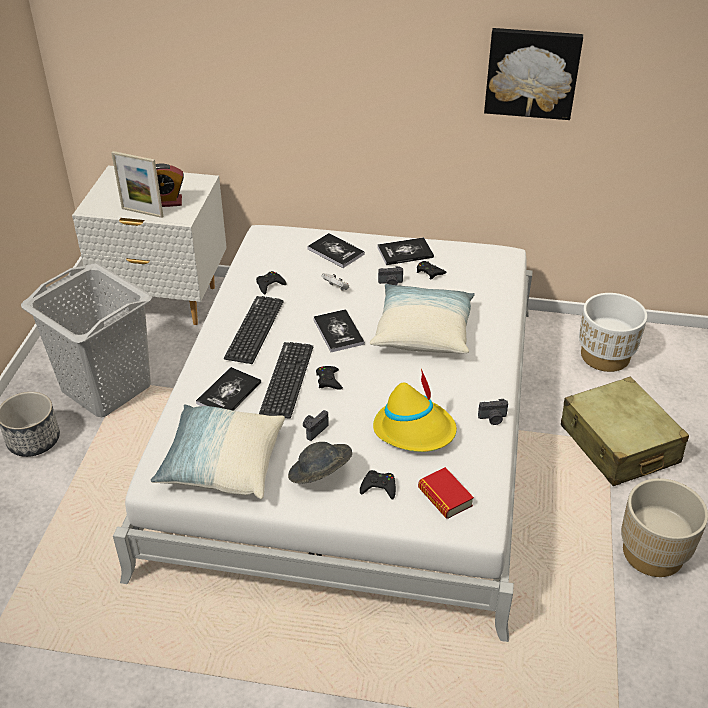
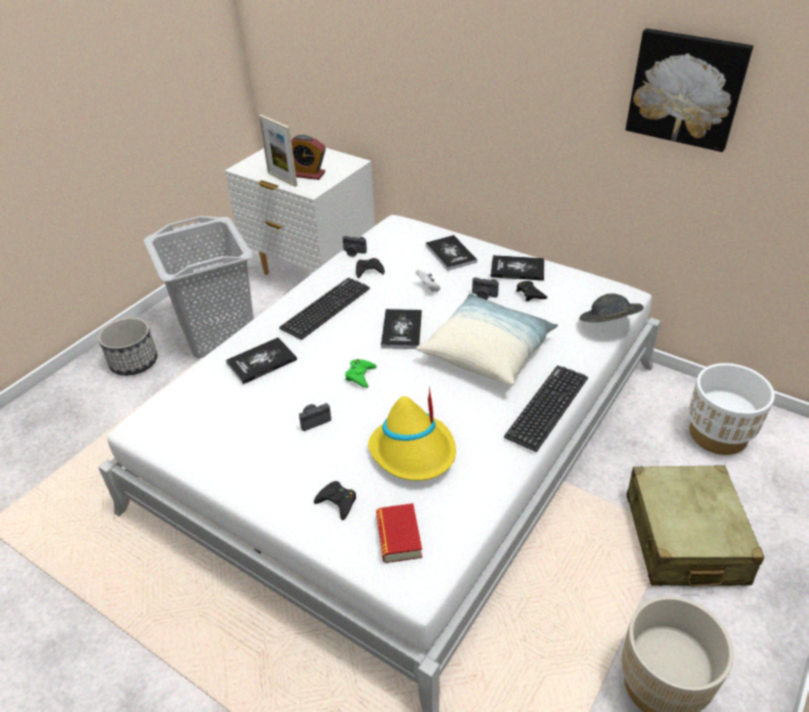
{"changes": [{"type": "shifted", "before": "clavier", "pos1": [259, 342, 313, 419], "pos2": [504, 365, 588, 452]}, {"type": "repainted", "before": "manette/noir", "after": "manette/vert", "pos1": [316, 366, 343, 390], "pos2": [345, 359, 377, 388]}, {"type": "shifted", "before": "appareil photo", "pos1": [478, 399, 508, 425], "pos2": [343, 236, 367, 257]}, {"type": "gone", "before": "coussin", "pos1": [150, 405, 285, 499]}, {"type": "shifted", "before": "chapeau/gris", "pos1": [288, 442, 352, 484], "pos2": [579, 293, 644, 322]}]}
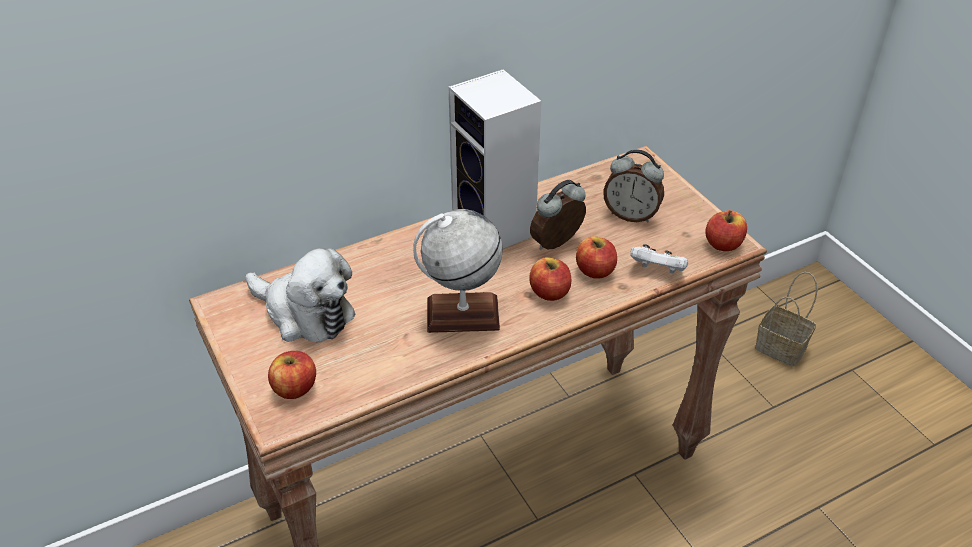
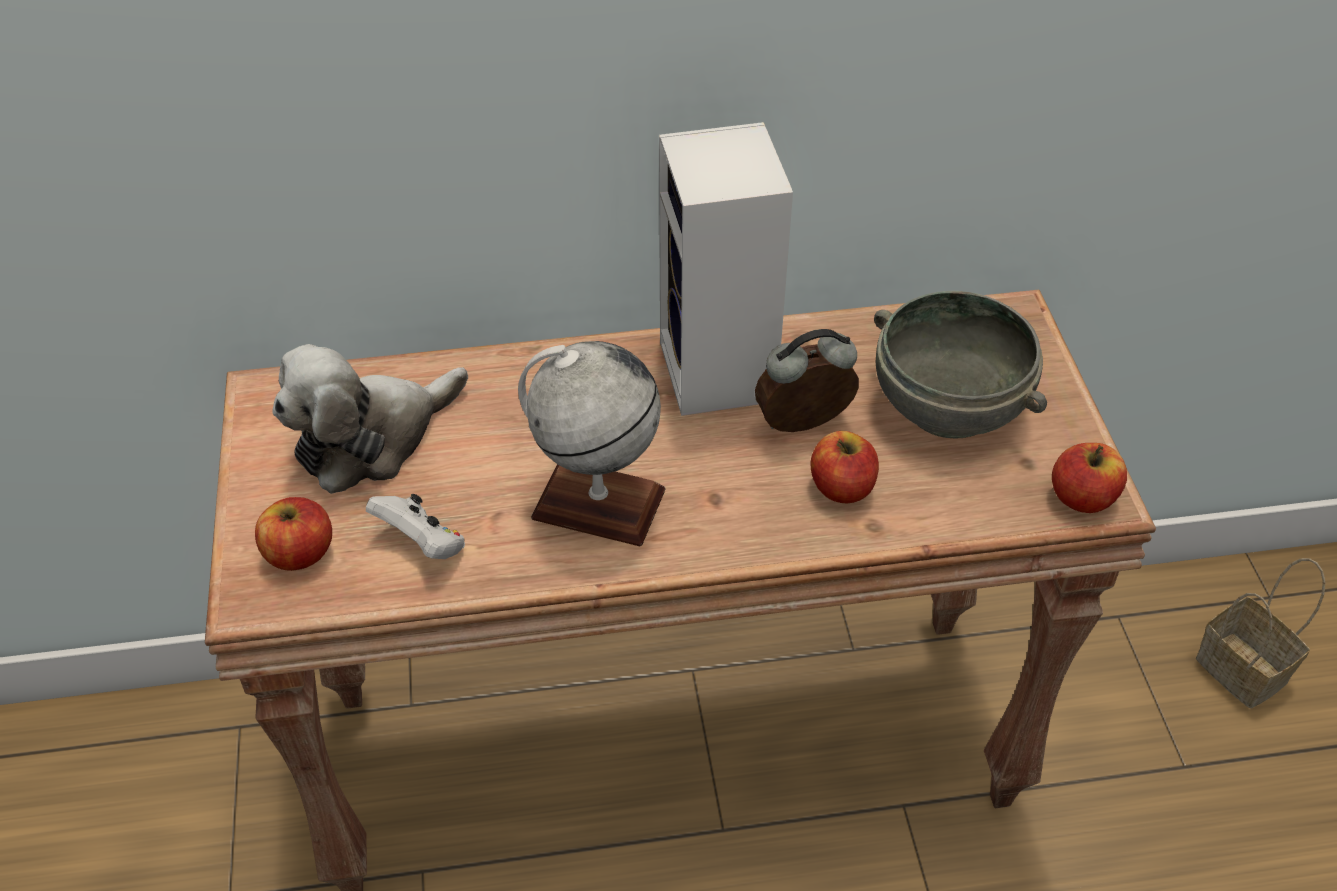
{"changes": [{"type": "swapped", "before": "réveil", "after": "bol/gris", "pos1": [603, 149, 664, 223], "pos2": [874, 291, 1047, 438]}, {"type": "shifted", "before": "manette/blanc", "pos1": [630, 244, 688, 274], "pos2": [366, 494, 465, 559]}, {"type": "rotated", "before": "peluche", "pos1": [246, 248, 356, 342], "pos2": [272, 344, 468, 494], "turn": 90}, {"type": "gone", "before": "pomme", "pos1": [529, 257, 572, 301]}]}
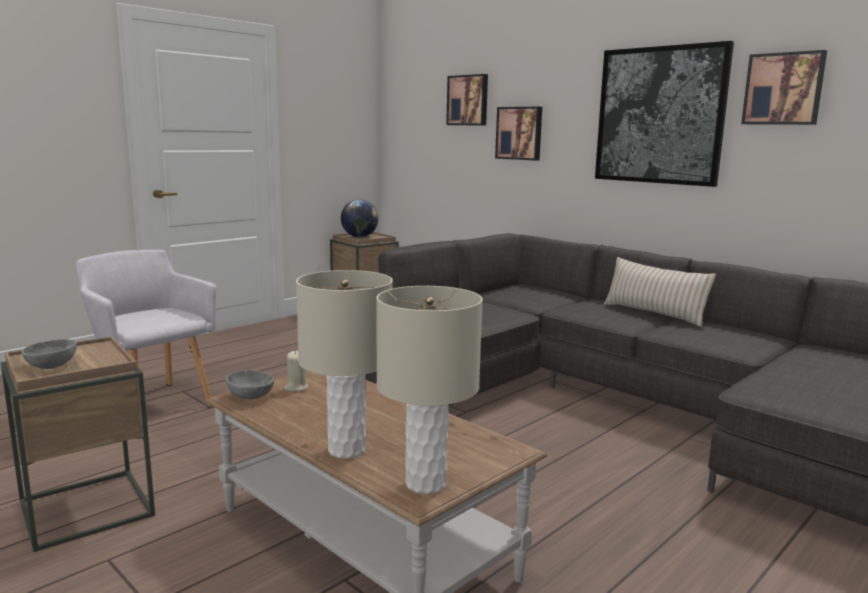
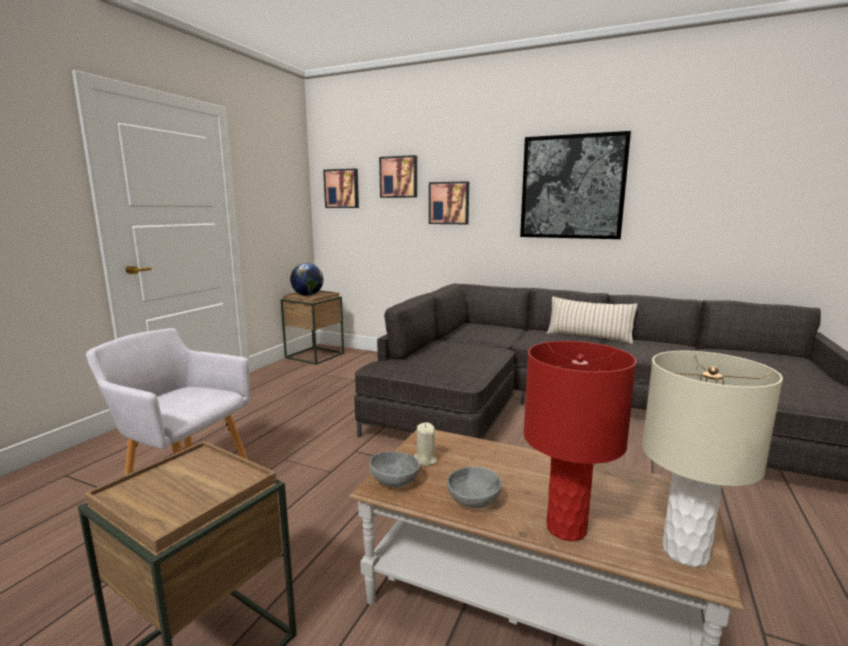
{"changes": [{"type": "shifted", "before": "tableau", "pos1": [741, 50, 827, 125], "pos2": [323, 169, 359, 208]}, {"type": "repainted", "before": "lampe de table/beige", "after": "lampe de table/rouge", "pos1": [296, 270, 393, 459], "pos2": [523, 341, 637, 541]}, {"type": "shifted", "before": "bol/gris", "pos1": [22, 339, 77, 369], "pos2": [447, 467, 501, 508]}]}
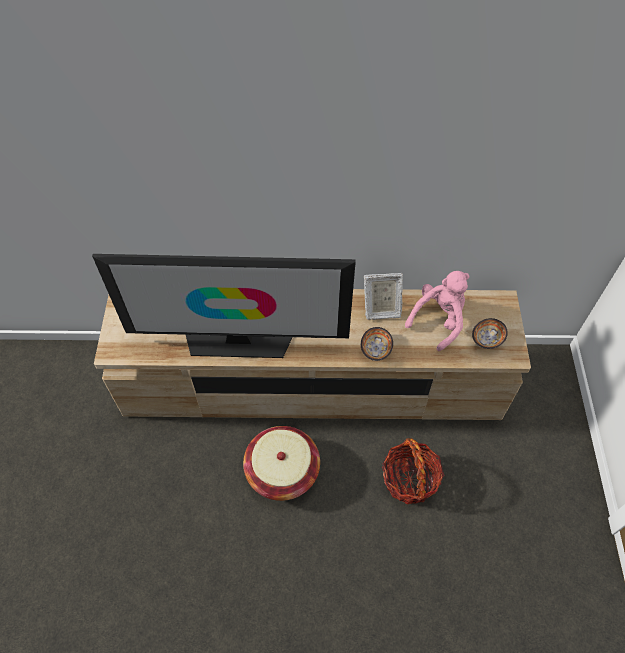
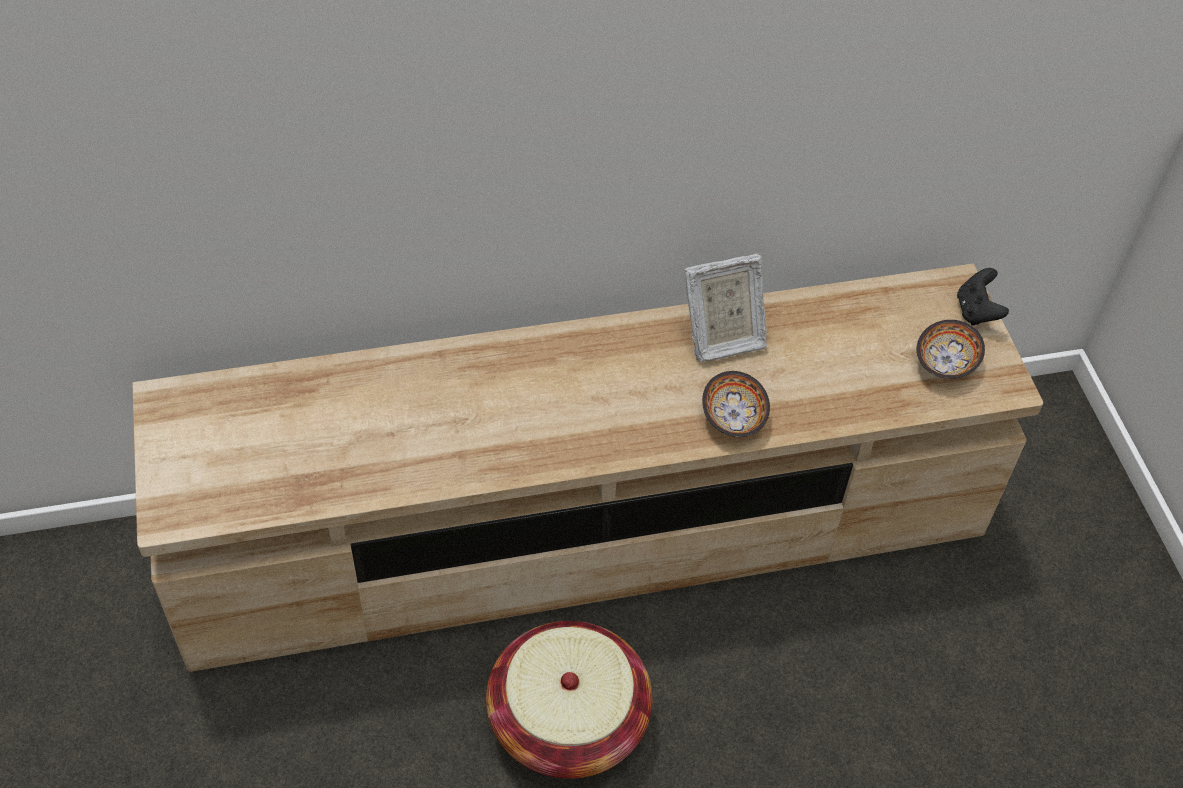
{"changes": [{"type": "gone", "before": "téléviseur", "pos1": [92, 254, 356, 358]}, {"type": "gone", "before": "peluche/rose", "pos1": [405, 271, 469, 351]}, {"type": "gone", "before": "panier", "pos1": [382, 438, 444, 504]}, {"type": "new", "after": "manette/noir", "pos2": [957, 268, 1009, 326]}]}
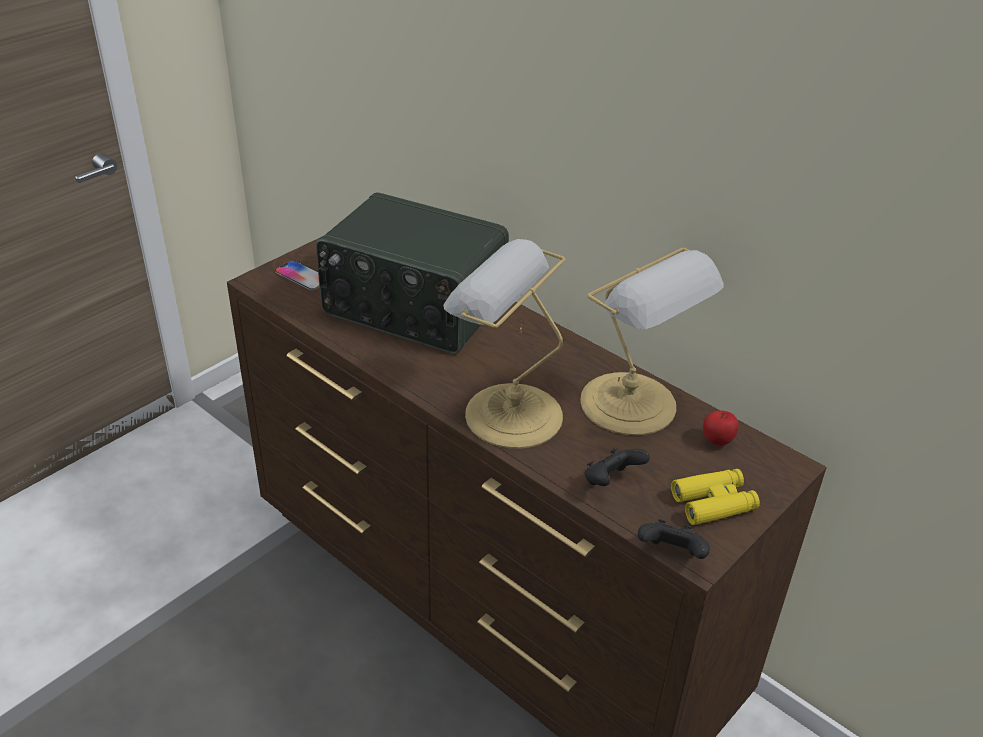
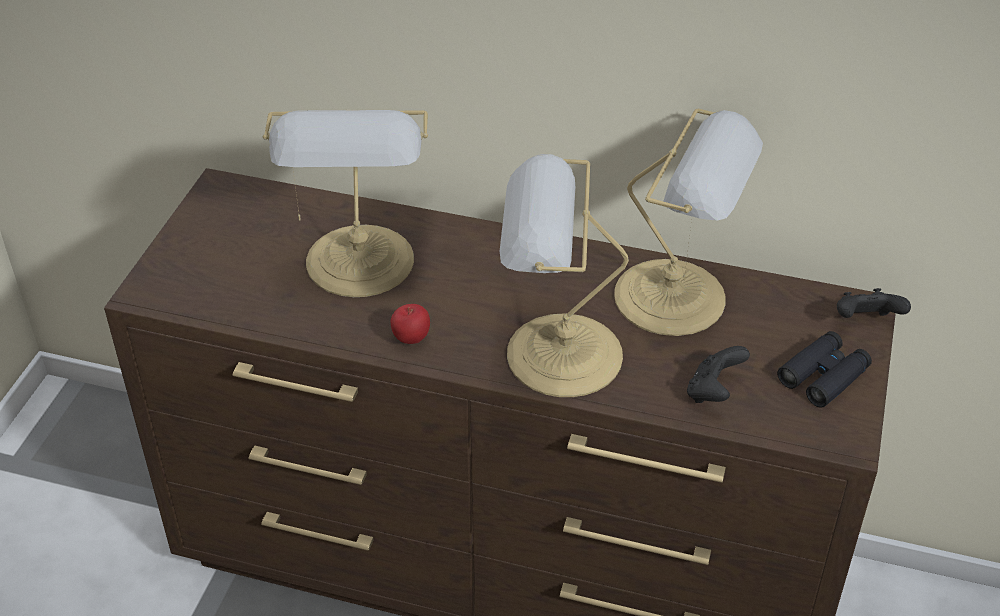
{"changes": [{"type": "swapped", "before": "radio", "after": "lampe de table", "pos1": [316, 192, 509, 354], "pos2": [263, 110, 428, 297]}, {"type": "gone", "before": "téléphone", "pos1": [275, 260, 320, 290]}, {"type": "shifted", "before": "pomme", "pos1": [703, 411, 739, 446], "pos2": [390, 304, 430, 344]}, {"type": "repainted", "before": "jumelles/jaune", "after": "jumelles/noir", "pos1": [671, 469, 760, 525], "pos2": [777, 331, 872, 408]}, {"type": "shifted", "before": "manette/noir", "pos1": [638, 519, 710, 559], "pos2": [837, 288, 911, 318]}]}
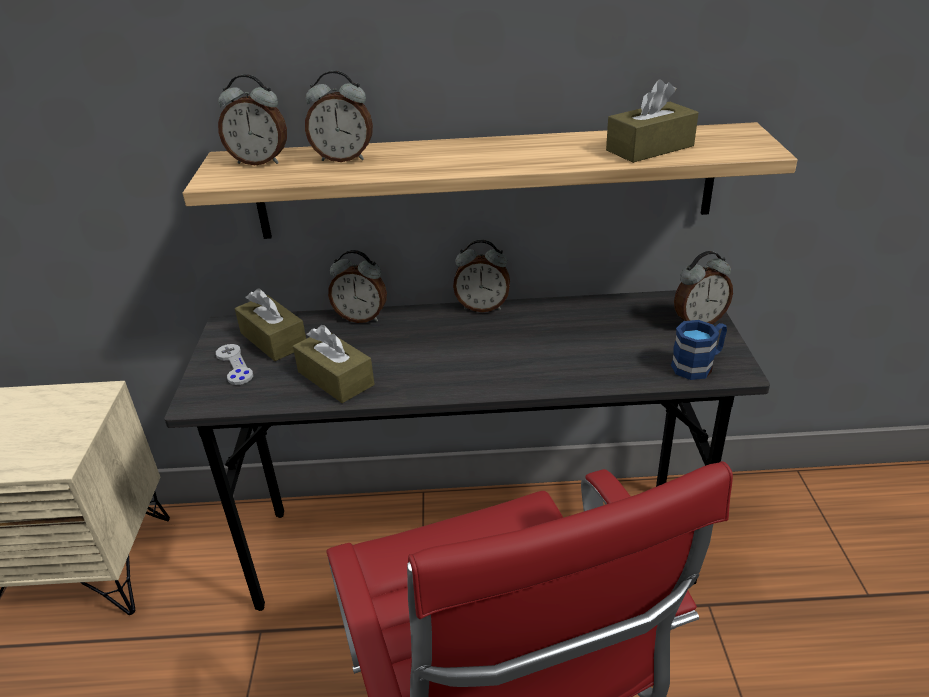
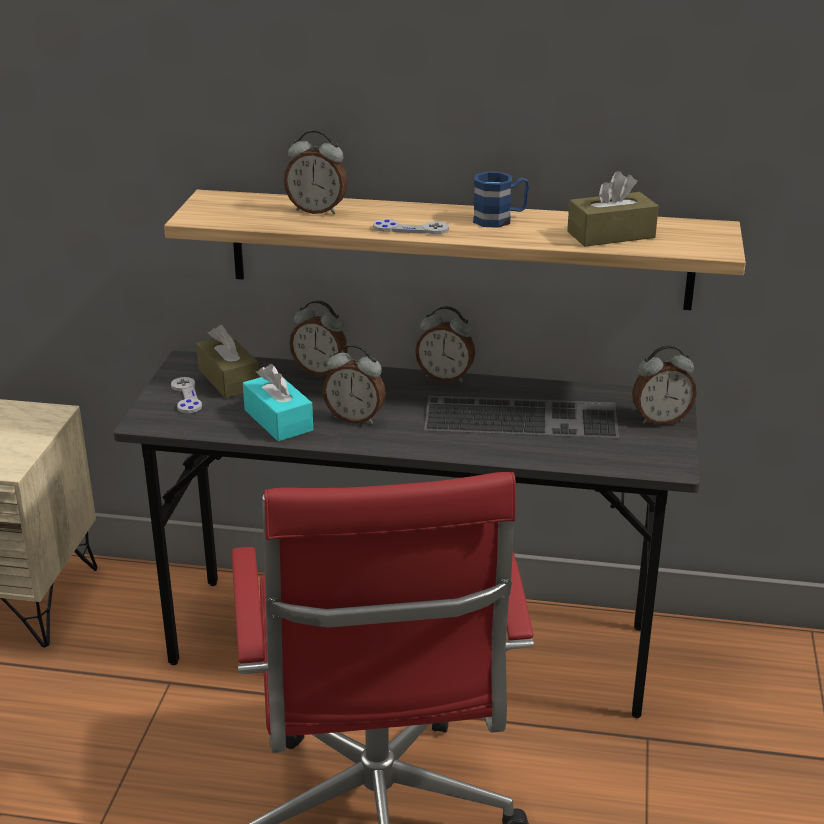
{"changes": [{"type": "shifted", "before": "réveil", "pos1": [218, 74, 287, 165], "pos2": [322, 344, 386, 424]}, {"type": "shifted", "before": "mug/bleu", "pos1": [671, 320, 727, 380], "pos2": [473, 171, 529, 228]}, {"type": "repainted", "before": "boîte à mouchoirs/marron", "after": "boîte à mouchoirs/turquoise", "pos1": [293, 325, 374, 403], "pos2": [243, 364, 313, 442]}, {"type": "new", "after": "manette/gris", "pos2": [373, 219, 449, 234]}, {"type": "new", "after": "clavier", "pos2": [424, 396, 619, 438]}]}
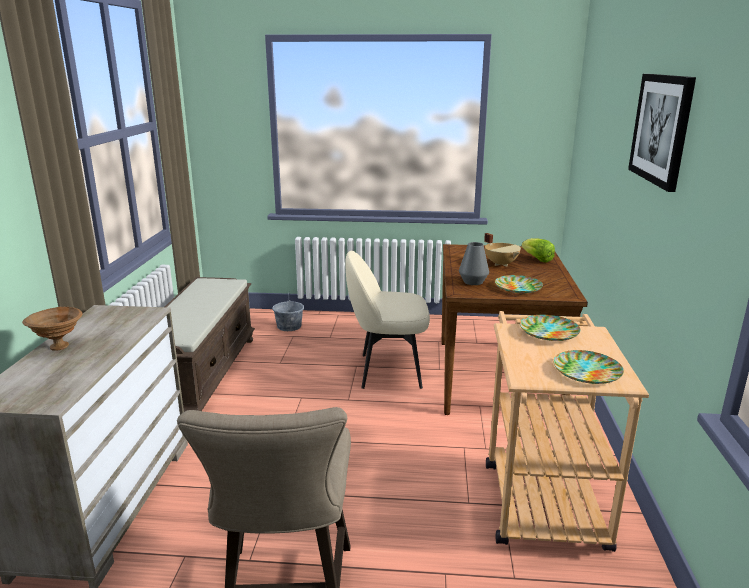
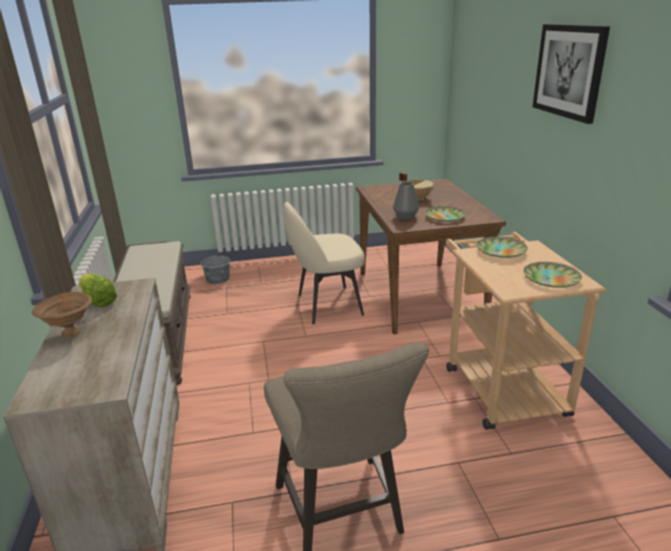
{"changes": [{"type": "shifted", "before": "laitue", "pos1": [522, 238, 555, 262], "pos2": [79, 273, 117, 308]}]}
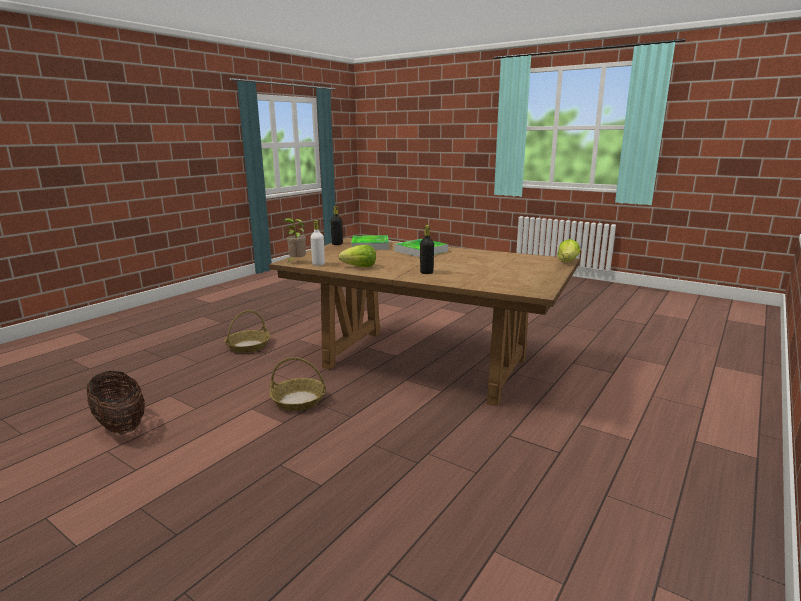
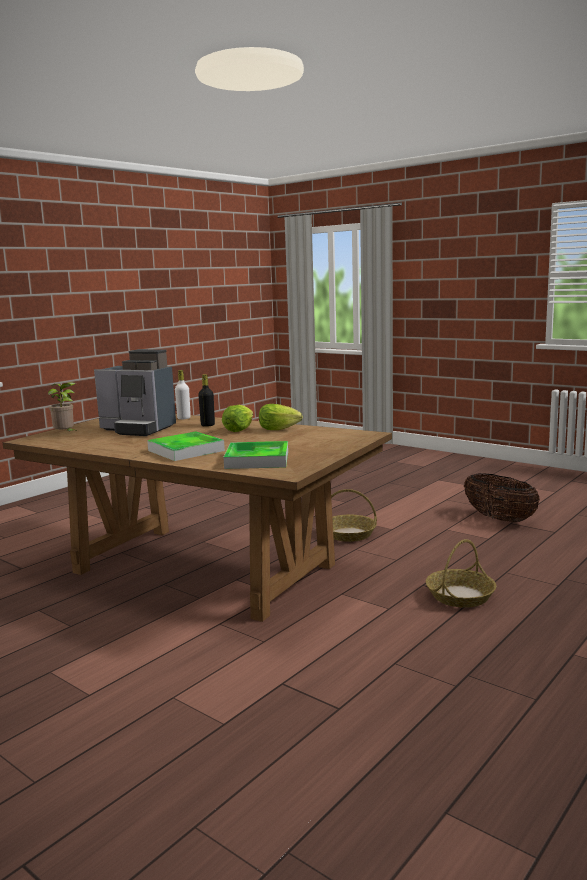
{"changes": [{"type": "gone", "before": "bouteille/noir", "pos1": [330, 206, 343, 245]}, {"type": "shifted", "before": "plante en pot", "pos1": [282, 218, 306, 262], "pos2": [48, 382, 78, 432]}, {"type": "shifted", "before": "bouteille/blanc", "pos1": [310, 220, 325, 266], "pos2": [175, 370, 191, 419]}, {"type": "shifted", "before": "laitue", "pos1": [557, 239, 580, 262], "pos2": [222, 405, 253, 432]}, {"type": "new", "after": "machine à café", "pos2": [94, 349, 176, 436]}]}
